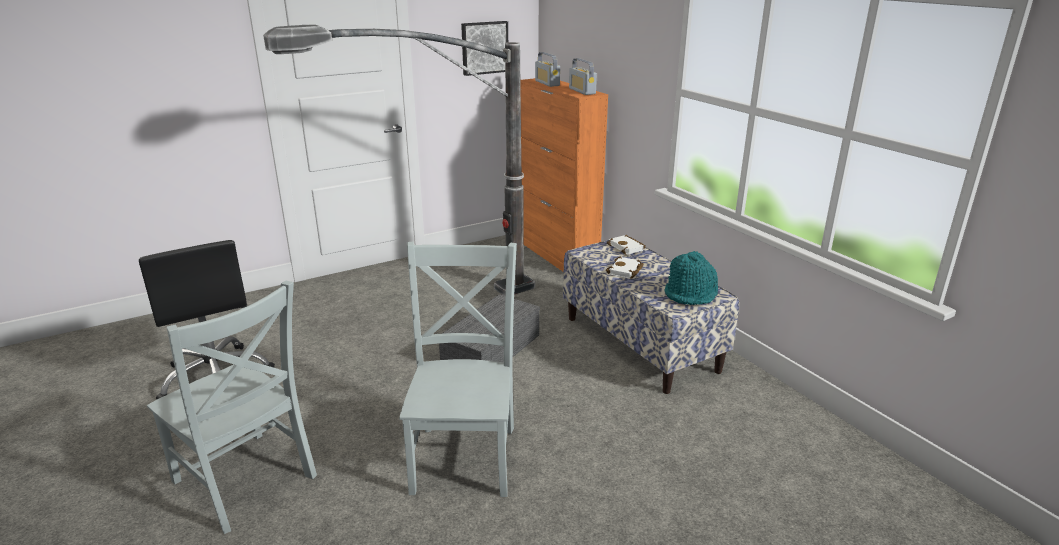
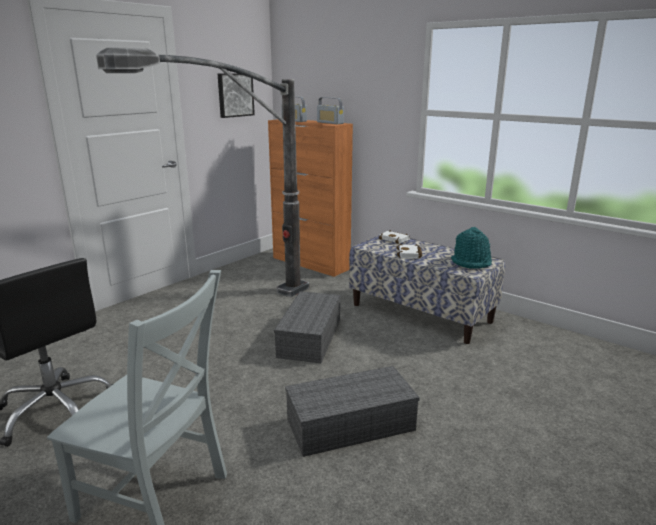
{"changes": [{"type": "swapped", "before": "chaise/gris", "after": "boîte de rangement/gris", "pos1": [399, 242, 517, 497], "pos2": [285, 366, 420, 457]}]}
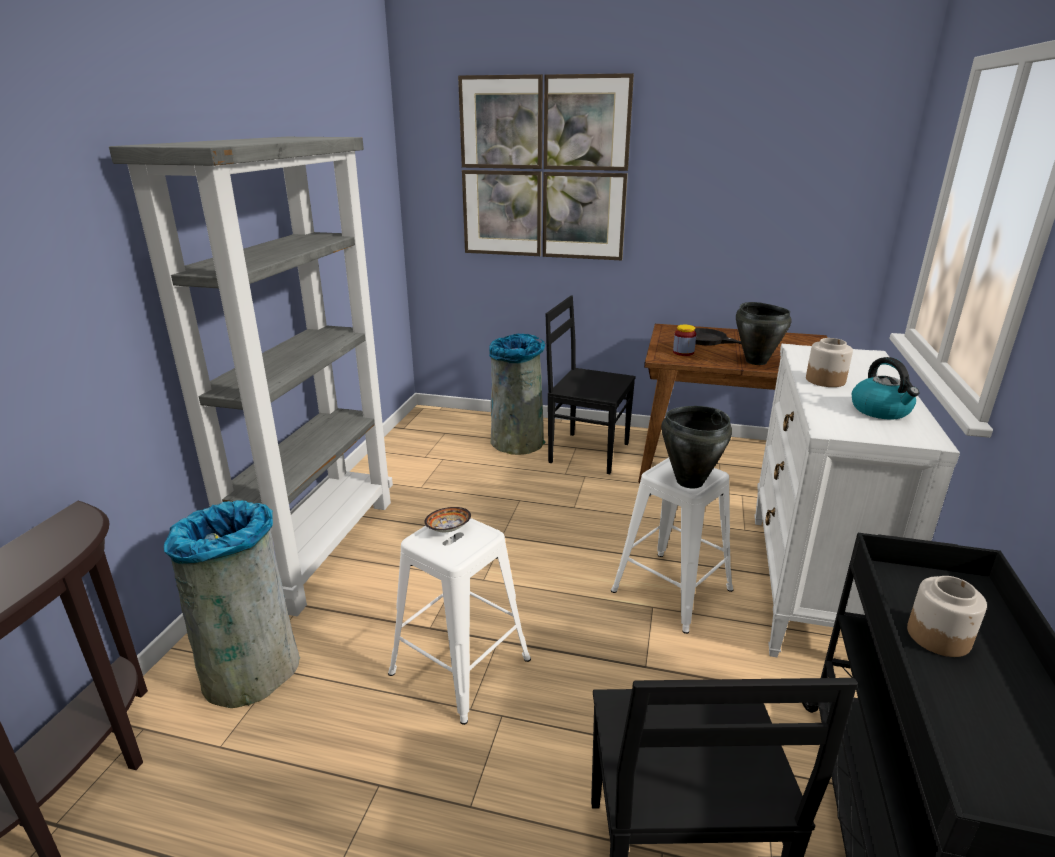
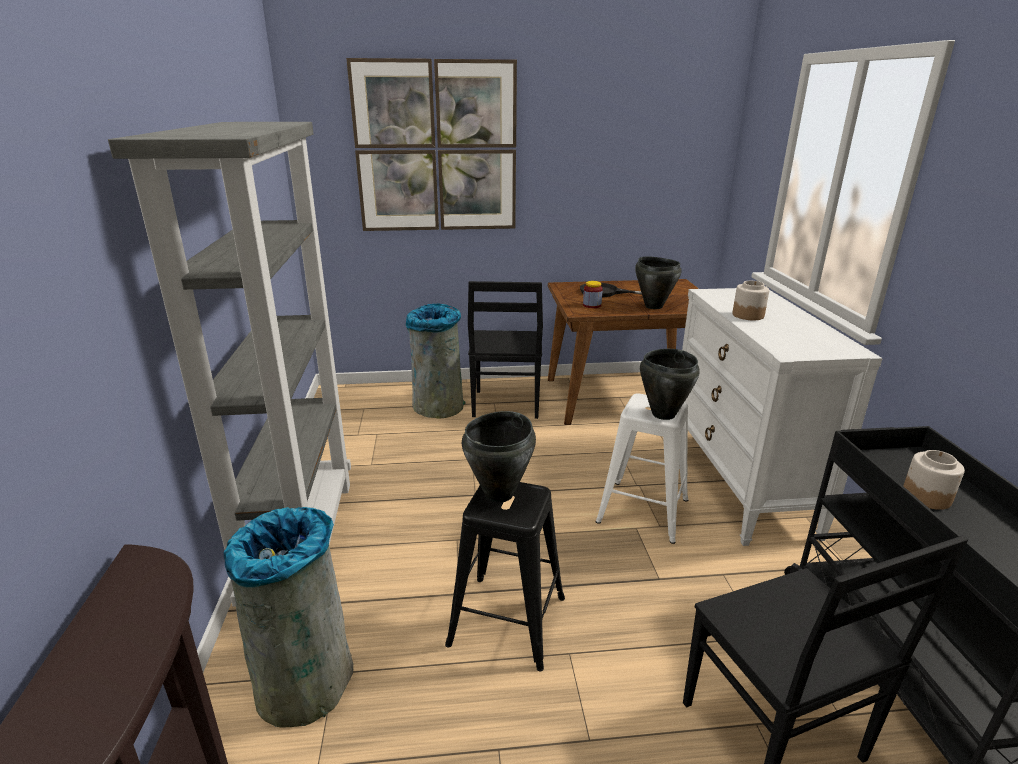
{"changes": [{"type": "rotated", "before": "chaise/noir", "pos1": [545, 296, 636, 474], "pos2": [468, 281, 543, 419], "turn": -90}, {"type": "gone", "before": "bouilloire", "pos1": [852, 357, 920, 420]}, {"type": "swapped", "before": "bol", "after": "marmite/noir", "pos1": [425, 507, 471, 532], "pos2": [462, 411, 536, 503]}, {"type": "repainted", "before": "tabouret/blanc", "after": "tabouret/noir", "pos1": [388, 518, 531, 725], "pos2": [445, 482, 565, 672]}]}
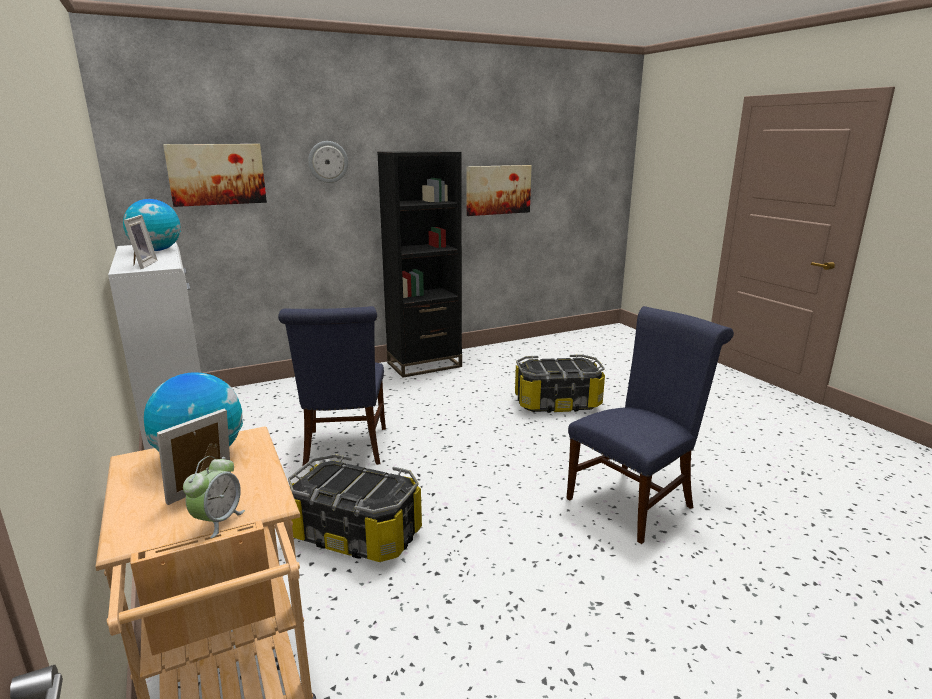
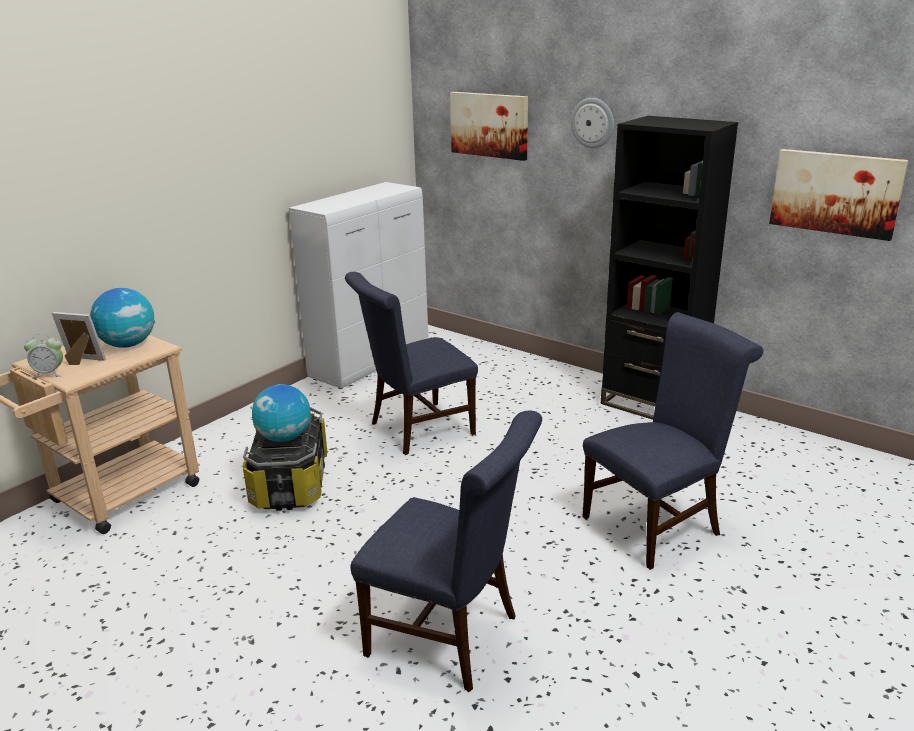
{"changes": [{"type": "shifted", "before": "globe", "pos1": [123, 199, 181, 251], "pos2": [252, 384, 311, 442]}, {"type": "gone", "before": "cadre photo", "pos1": [123, 215, 158, 269]}, {"type": "swapped", "before": "boîte de rangement", "after": "chaise/bleu", "pos1": [515, 354, 605, 413], "pos2": [582, 312, 763, 570]}]}
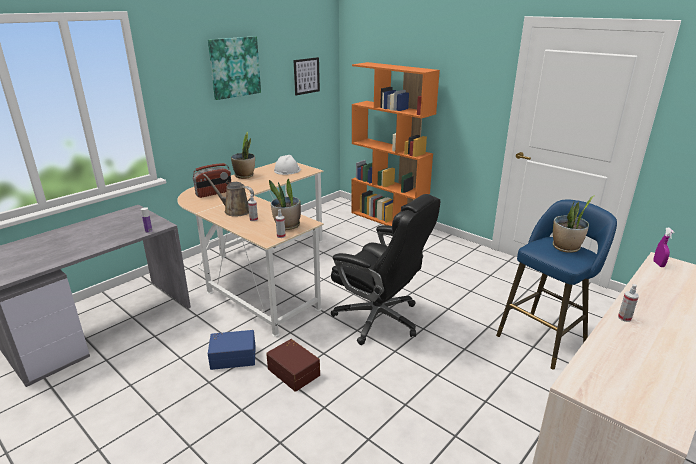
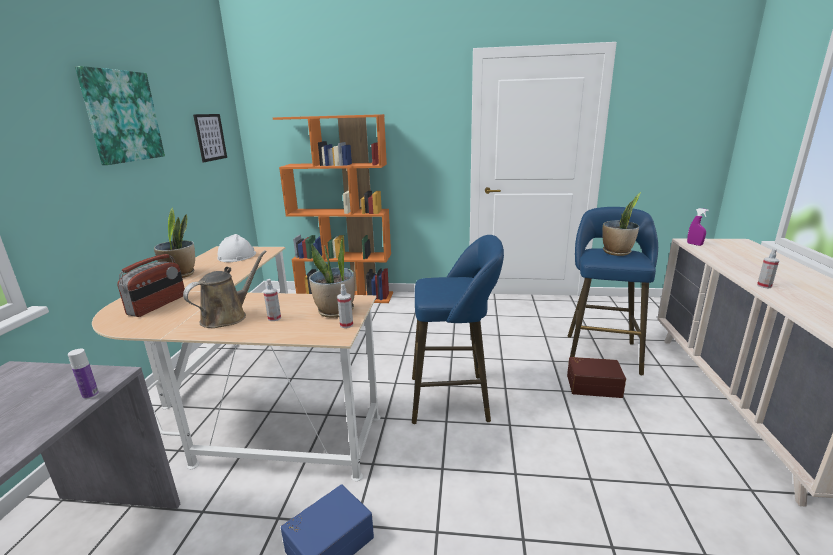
{"changes": [{"type": "rotated", "before": "arrosoir/marron", "pos1": [203, 174, 254, 217], "pos2": [183, 250, 267, 328], "turn": 135}, {"type": "swapped", "before": "chaise de bureau/noir", "after": "tabouret/bleu", "pos1": [331, 194, 440, 345], "pos2": [412, 235, 504, 424]}, {"type": "shifted", "before": "boîte de rangement/marron", "pos1": [266, 339, 320, 392], "pos2": [567, 357, 626, 398]}]}
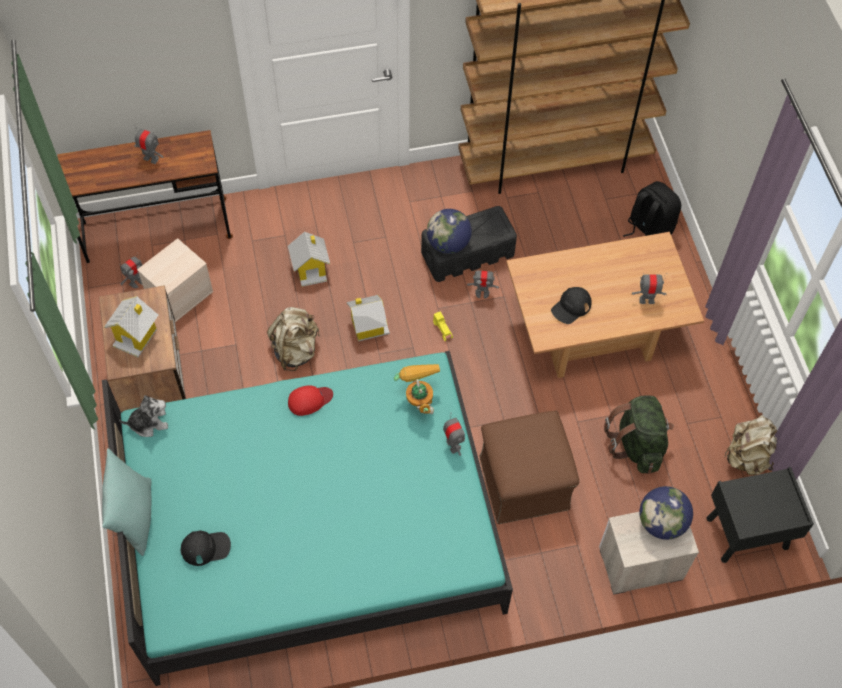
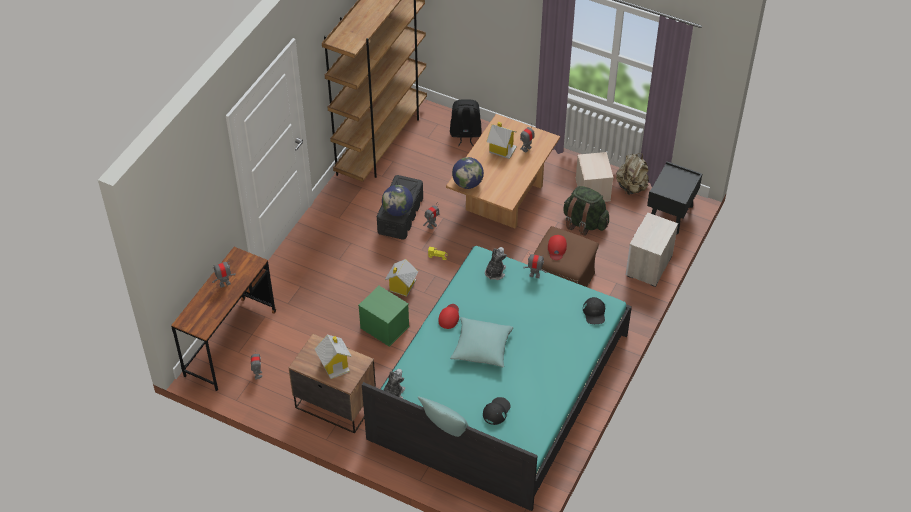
{"changes": [{"type": "shifted", "before": "maison miniature", "pos1": [288, 232, 330, 287], "pos2": [486, 122, 517, 159]}, {"type": "shifted", "before": "boîte de rangement/beige", "pos1": [137, 238, 213, 322], "pos2": [575, 152, 613, 202]}, {"type": "shifted", "before": "casquette/noir", "pos1": [551, 287, 592, 324], "pos2": [583, 297, 605, 324]}, {"type": "swapped", "before": "sac à dos/beige", "after": "boîte de rangement/vert", "pos1": [267, 307, 320, 371], "pos2": [358, 286, 410, 347]}, {"type": "swapped", "before": "robot jouet", "after": "peluche", "pos1": [394, 364, 440, 415], "pos2": [485, 247, 507, 280]}, {"type": "shifted", "before": "globe", "pos1": [639, 486, 693, 540], "pos2": [452, 157, 484, 189]}, {"type": "new", "after": "casquette/rouge", "pos2": [548, 235, 567, 260]}, {"type": "new", "after": "coussin/turquoise", "pos2": [450, 317, 514, 367]}]}
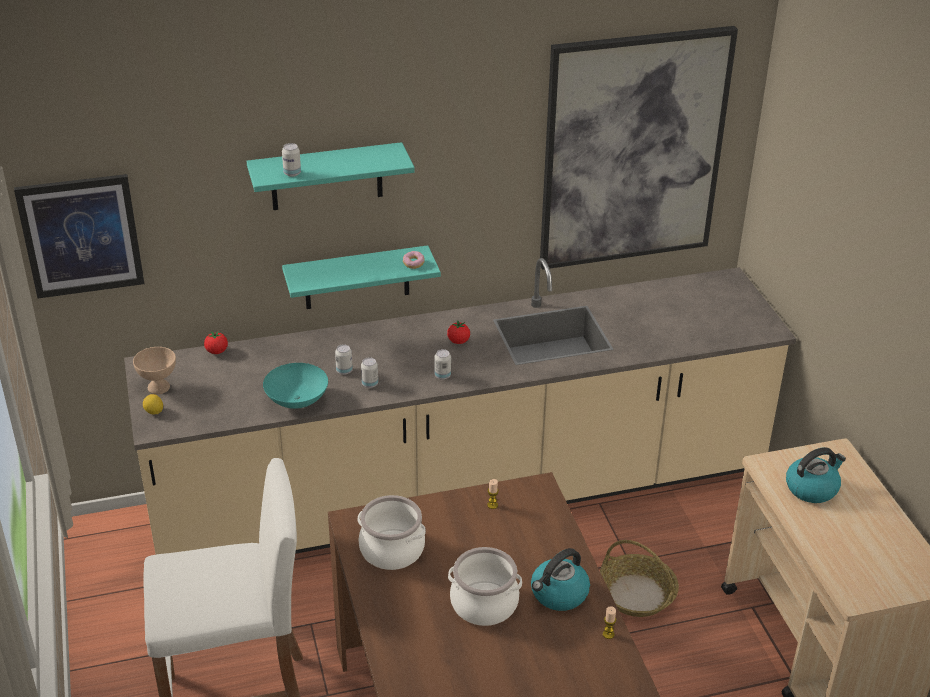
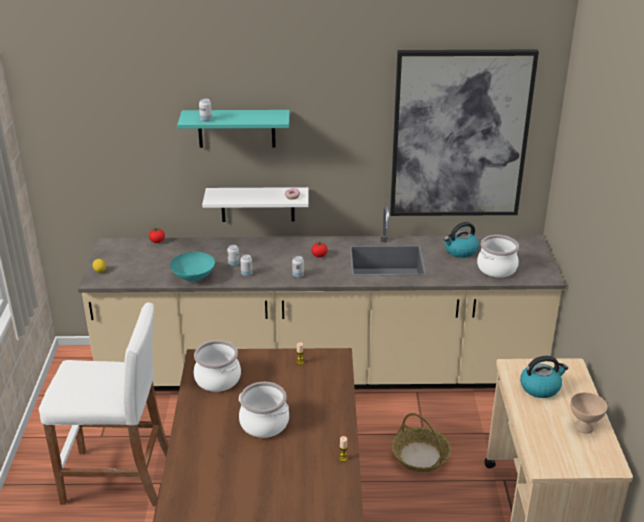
{"changes": [{"type": "gone", "before": "tableau", "pos1": [14, 174, 144, 298]}, {"type": "repainted", "before": "étagère/turquoise", "after": "étagère/blanc", "pos1": [282, 245, 441, 309], "pos2": [202, 187, 308, 222]}, {"type": "shifted", "before": "bol/beige", "pos1": [133, 347, 176, 395], "pos2": [570, 392, 607, 434]}, {"type": "shifted", "before": "bouilloire", "pos1": [531, 548, 590, 611], "pos2": [444, 222, 479, 258]}, {"type": "new", "after": "marmite", "pos2": [477, 235, 519, 277]}]}
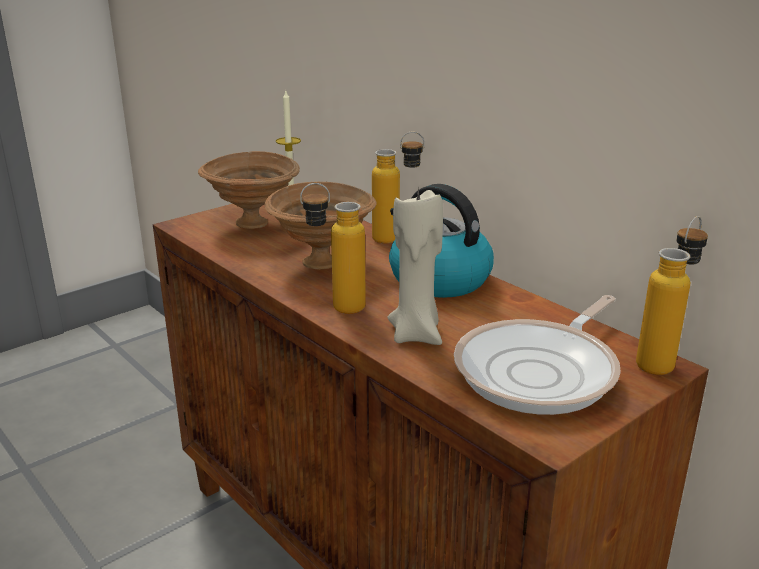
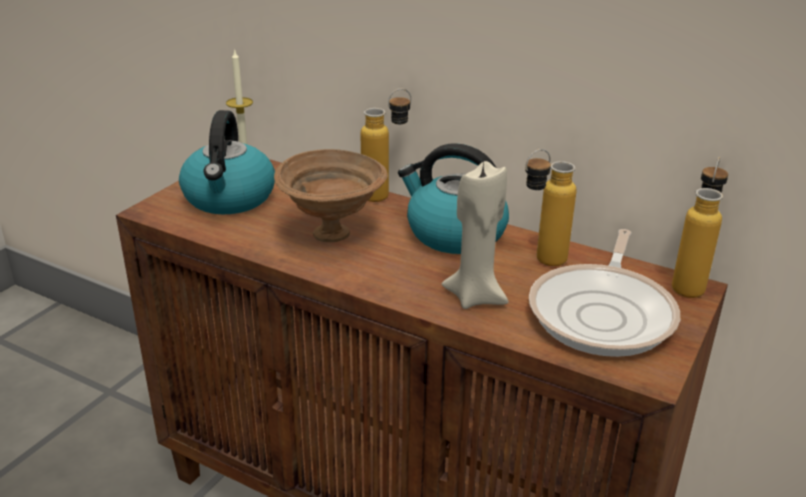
{"changes": [{"type": "swapped", "before": "bol/marron", "after": "bouilloire", "pos1": [198, 151, 300, 229], "pos2": [179, 110, 275, 214]}, {"type": "shifted", "before": "bouteille", "pos1": [300, 183, 366, 314], "pos2": [525, 149, 577, 266]}]}
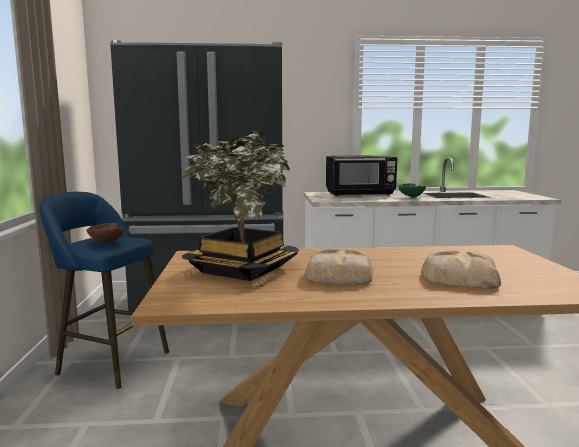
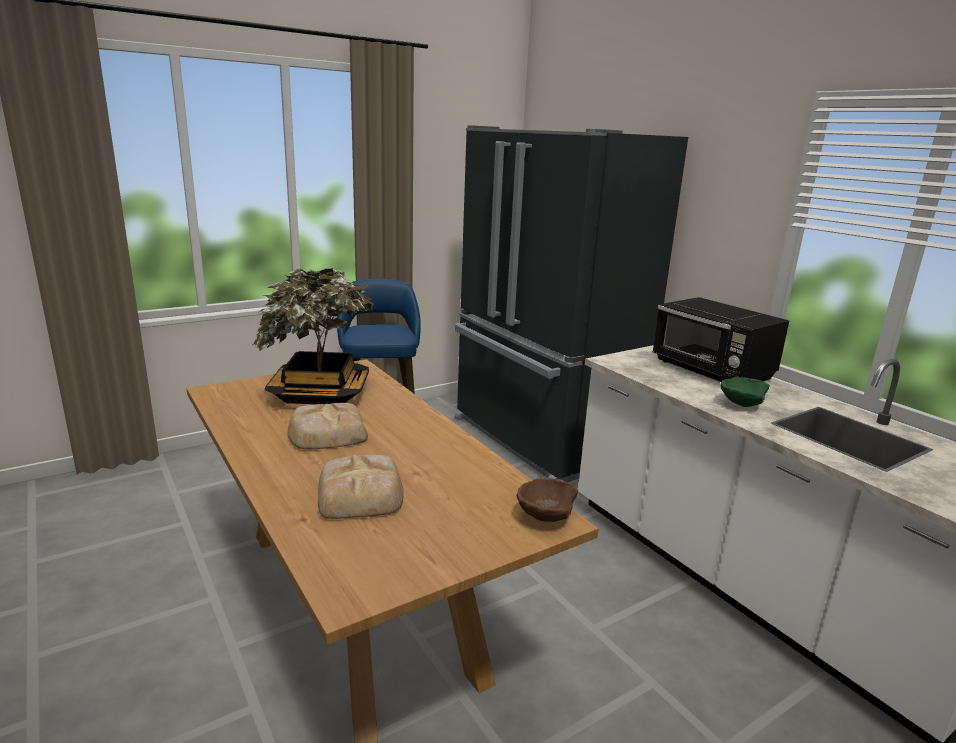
{"changes": [{"type": "shifted", "before": "bol/marron", "pos1": [86, 223, 124, 243], "pos2": [516, 478, 578, 522]}]}
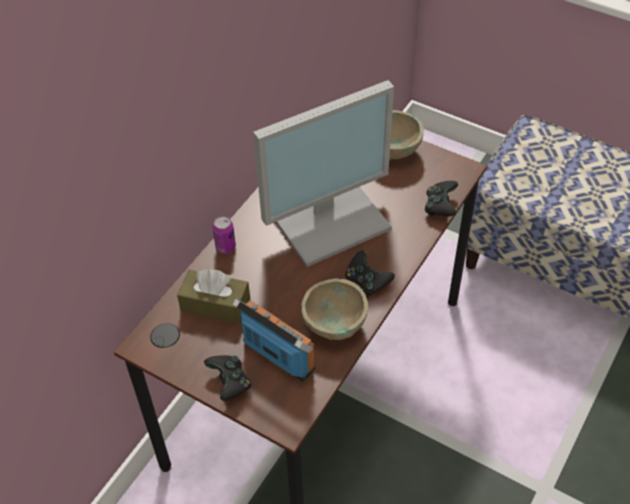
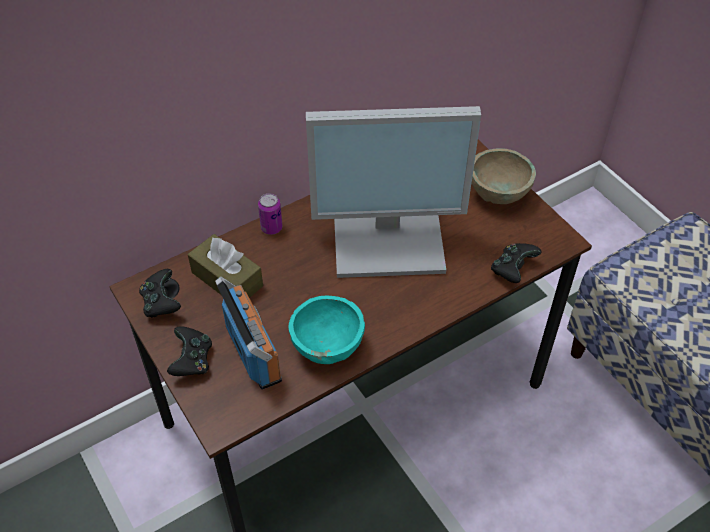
{"changes": [{"type": "shifted", "before": "manette/noir", "pos1": [345, 250, 395, 296], "pos2": [139, 269, 181, 318]}, {"type": "repainted", "before": "bol/beige", "after": "bol/turquoise", "pos1": [301, 278, 368, 340], "pos2": [288, 296, 365, 364]}]}
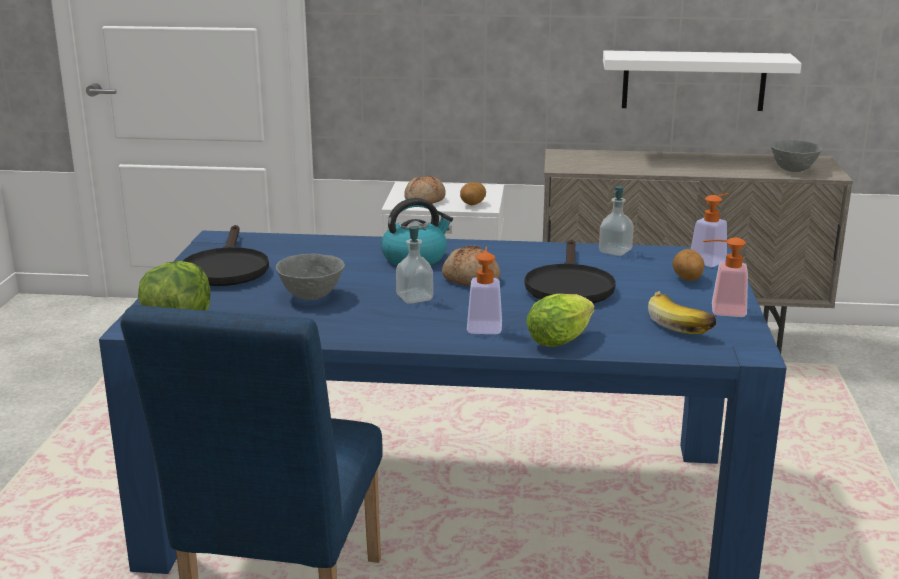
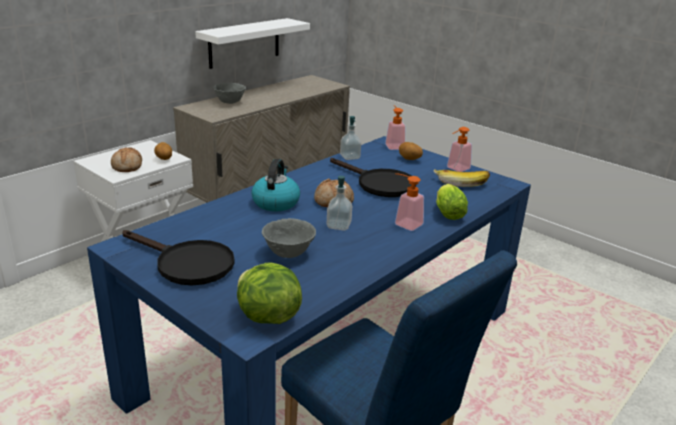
{"changes": [{"type": "shifted", "before": "bol/gris", "pos1": [771, 140, 822, 172], "pos2": [213, 83, 246, 104]}]}
